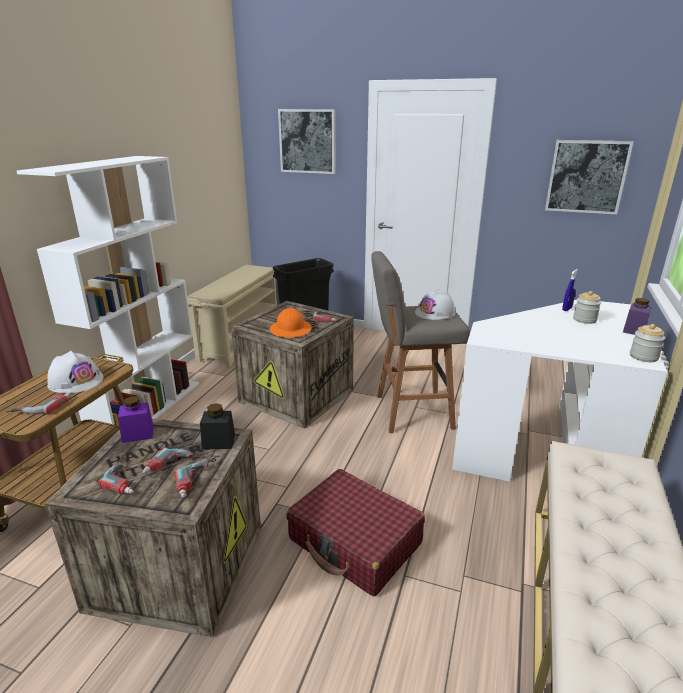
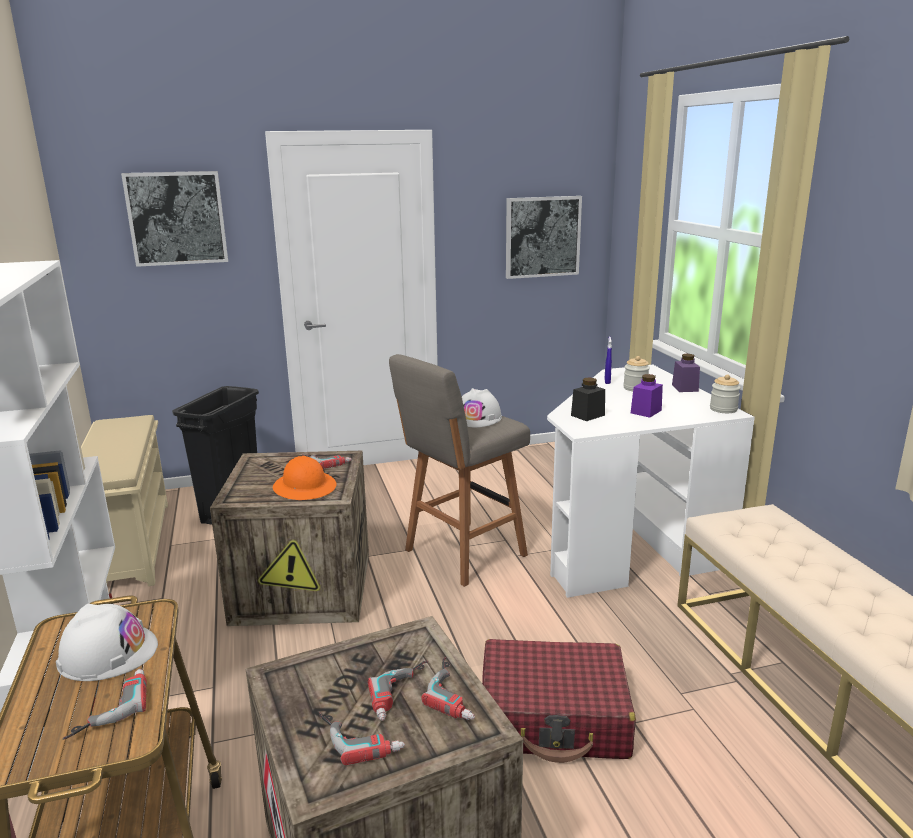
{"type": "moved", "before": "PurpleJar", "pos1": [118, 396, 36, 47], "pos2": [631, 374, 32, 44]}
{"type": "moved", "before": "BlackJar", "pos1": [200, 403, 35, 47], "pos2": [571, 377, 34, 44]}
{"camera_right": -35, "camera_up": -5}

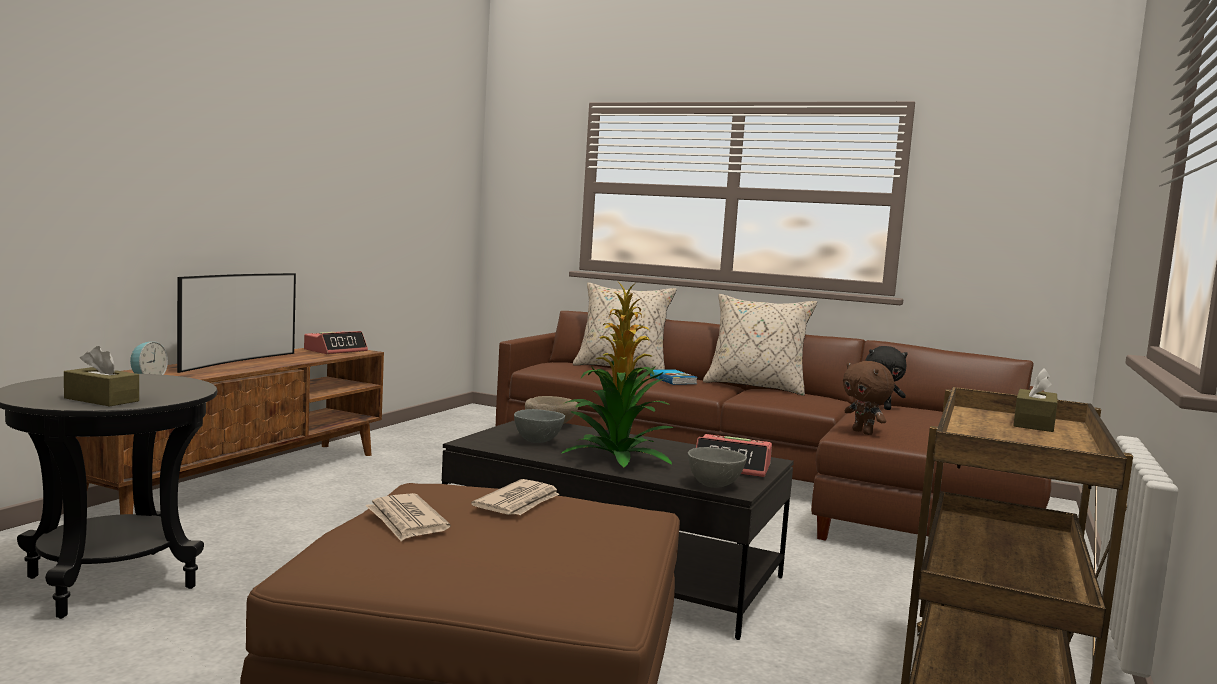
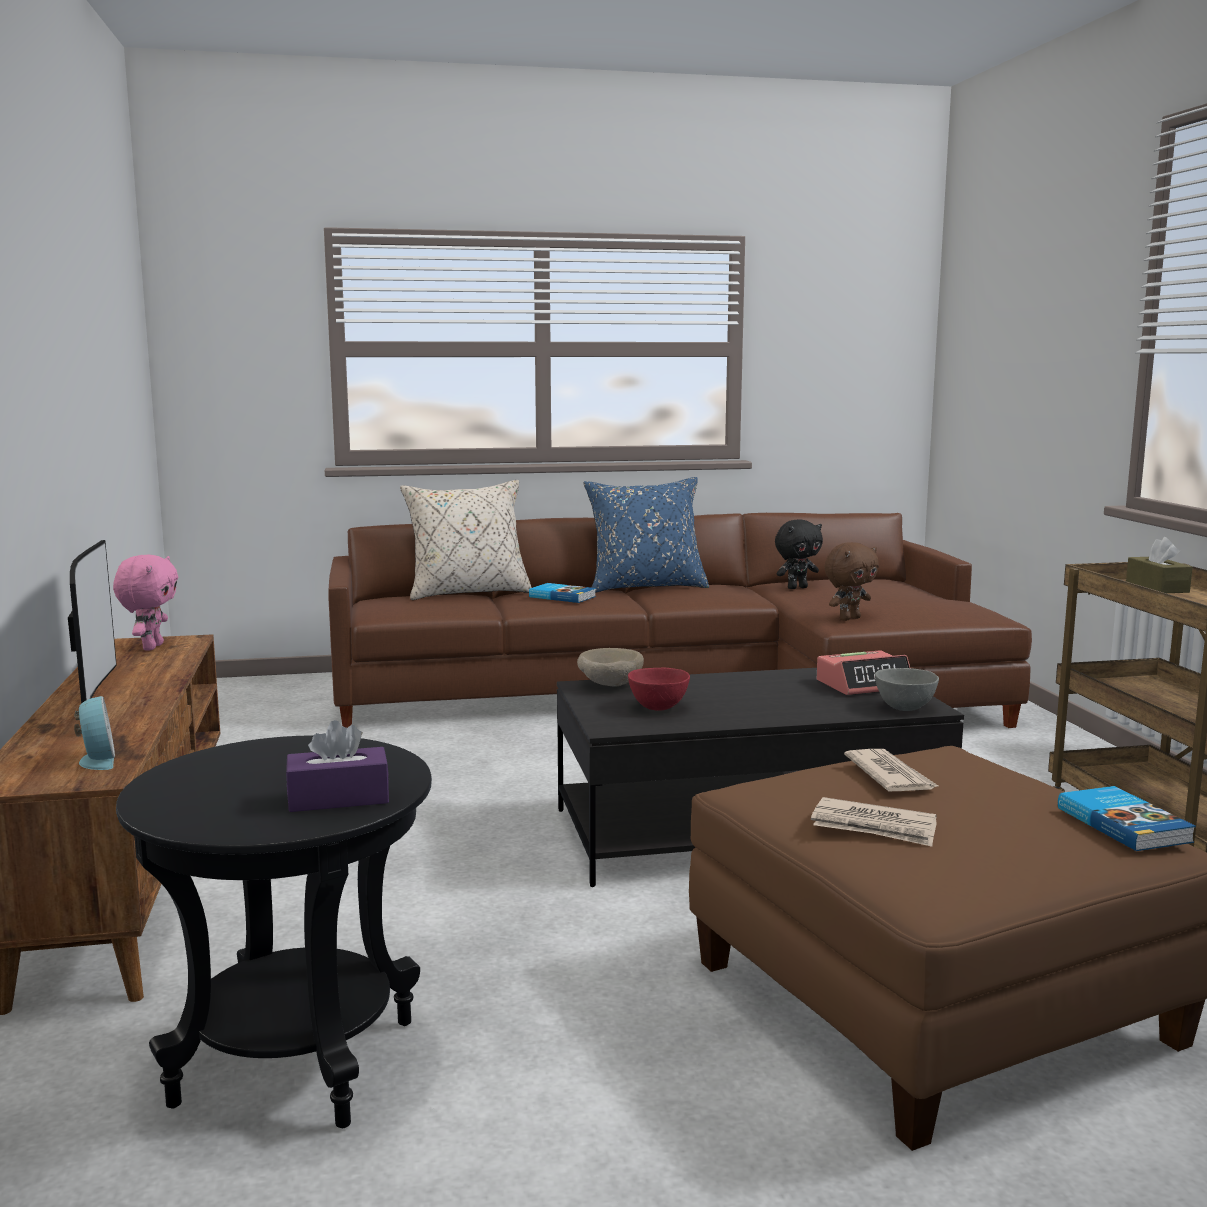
{"type": "removed", "before": "PottedPlant", "pos1": [561, 283, 113, 184]}
{"type": "recoloured", "before": "BeigePillow", "after": "BluePillow", "pos1": [703, 294, 114, 102], "pos2": [584, 477, 125, 116]}
{"type": "replaced", "before": "AlarmClock", "after": "PinkPlushToy", "pos1": [304, 331, 64, 23], "pos2": [113, 554, 65, 96]}
{"type": "recoloured", "before": "BrownTissueBox", "after": "PurpleTissueBox", "pos1": [64, 346, 75, 60], "pos2": [286, 720, 103, 92]}
{"type": "turned", "before": "BrownPlushToy", "pos1": [843, 361, 52, 74], "pos2": [825, 542, 54, 79], "turn": -60}
{"type": "recoloured", "before": "GreyBowl", "after": "RedBowl", "pos1": [514, 409, 51, 34], "pos2": [628, 668, 62, 43]}
{"type": "added", "after": "Book", "pos2": [1058, 786, 138, 65]}
{"camera_right": -35, "camera_up": 5}

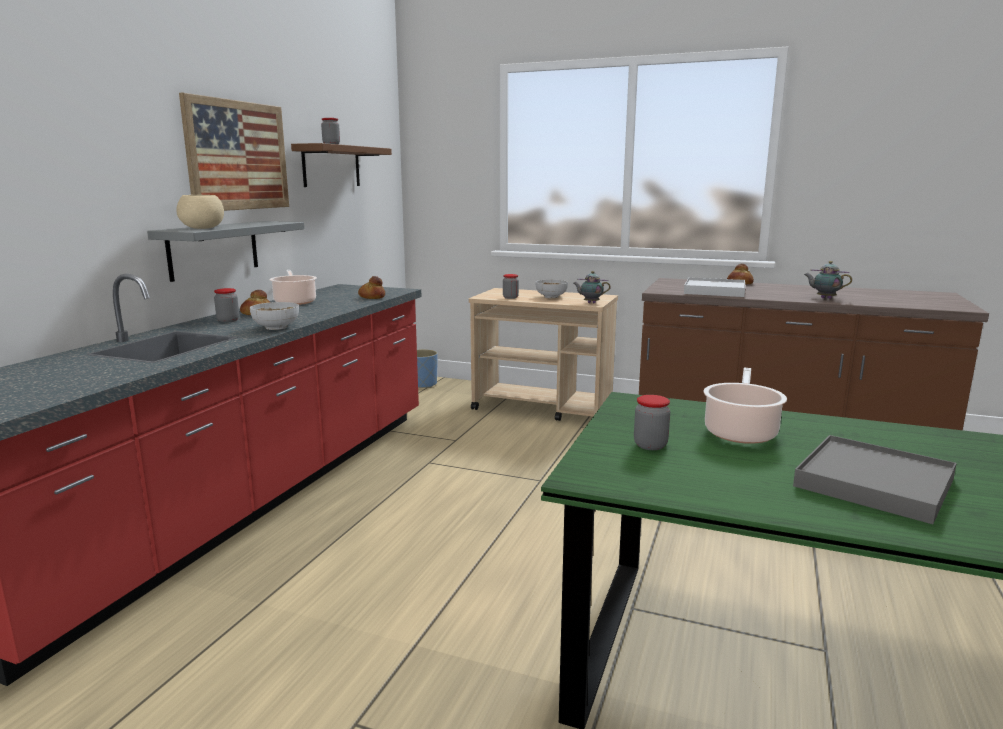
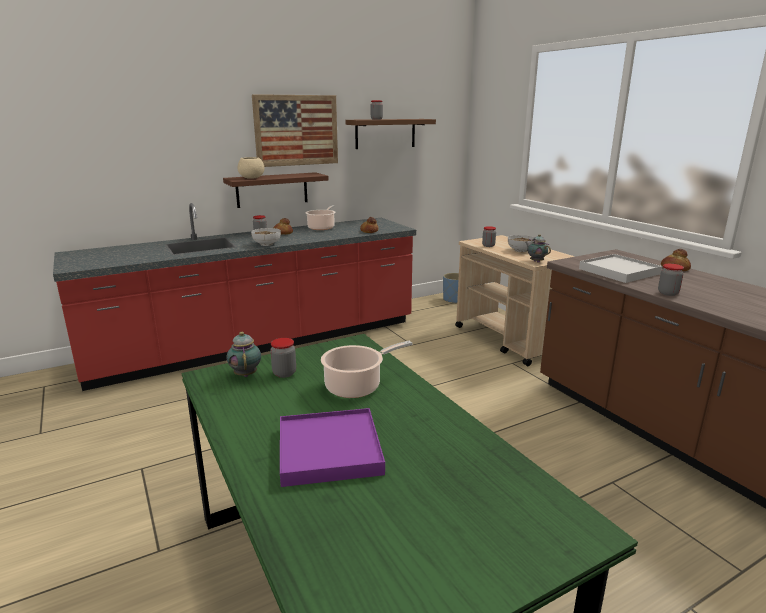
{"type": "recoloured", "before": "GreyShelf", "after": "BrownShelf", "pos1": [147, 221, 157, 61], "pos2": [223, 172, 106, 36]}
{"type": "moved", "before": "Teapot", "pos1": [804, 261, 48, 38], "pos2": [226, 332, 35, 45]}
{"type": "recoloured", "before": "GreyTray", "after": "PurpleTray", "pos1": [793, 435, 164, 89], "pos2": [280, 408, 105, 79]}
{"type": "added", "after": "Jar", "pos2": [658, 264, 26, 32]}
{"camera_right": 40, "camera_up": 5}

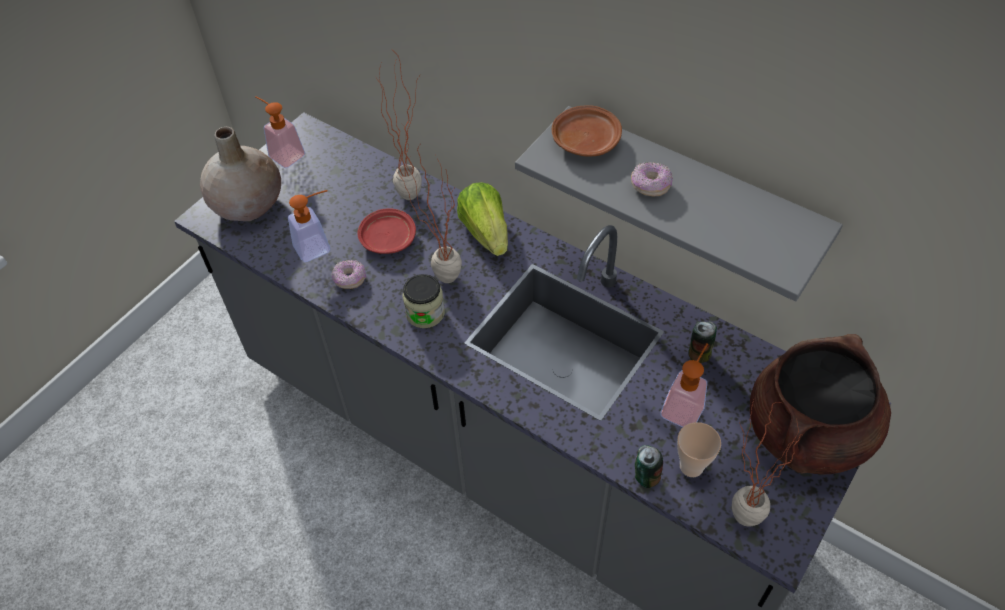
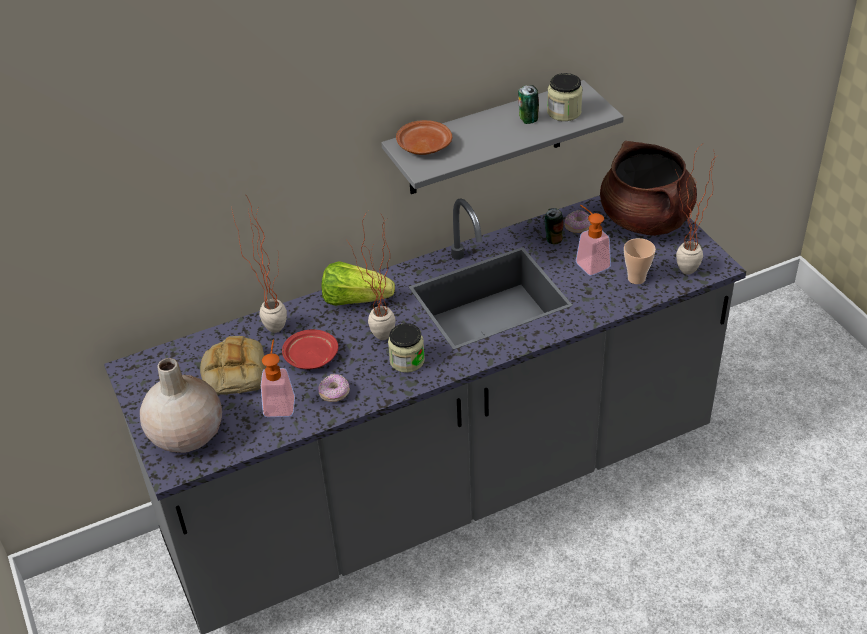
{"type": "removed", "before": "SoapDispenser", "pos1": [255, 96, 50, 72]}
{"type": "moved", "before": "Donut", "pos1": [631, 162, 42, 35], "pos2": [564, 210, 28, 23]}
{"type": "moved", "before": "Can", "pos1": [635, 445, 28, 43], "pos2": [518, 85, 21, 39]}
{"type": "added", "after": "Jar", "pos2": [547, 73, 36, 48]}
{"type": "added", "after": "Bread", "pos2": [200, 336, 66, 59]}
{"camera_right": -60, "camera_up": -10}

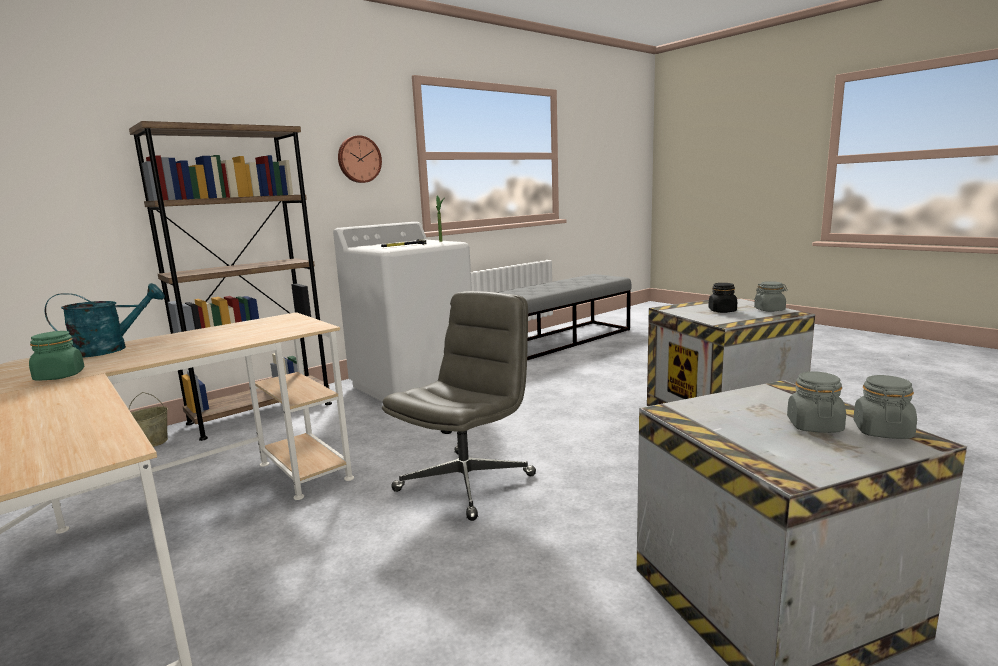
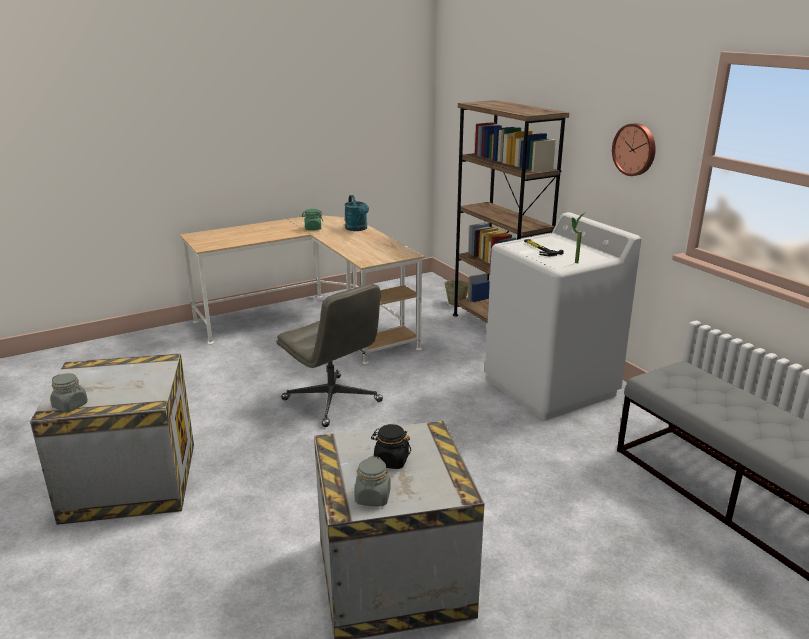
{"type": "removed", "before": "GreyJar", "pos1": [787, 371, 59, 62]}
{"camera_right": 100, "camera_up": 10}

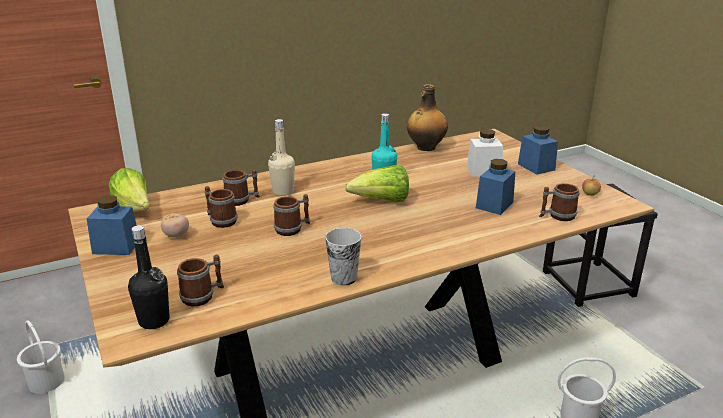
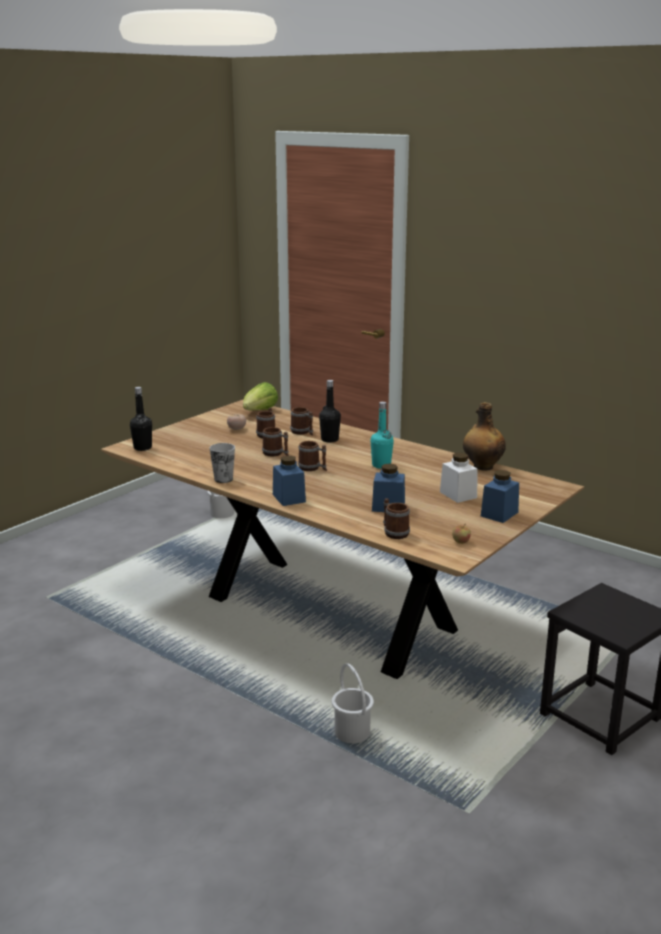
{"type": "recoloured", "before": "BeigeBottle", "after": "BlackBottle", "pos1": [268, 119, 27, 77], "pos2": [319, 380, 22, 63]}
{"type": "removed", "before": "Lettuce", "pos1": [345, 165, 64, 38]}
{"type": "moved", "before": "BlueJar", "pos1": [87, 195, 50, 60], "pos2": [273, 456, 33, 50]}
{"type": "moved", "before": "Mug", "pos1": [177, 255, 47, 51], "pos2": [298, 441, 29, 30]}
{"camera_right": 65, "camera_up": -5}

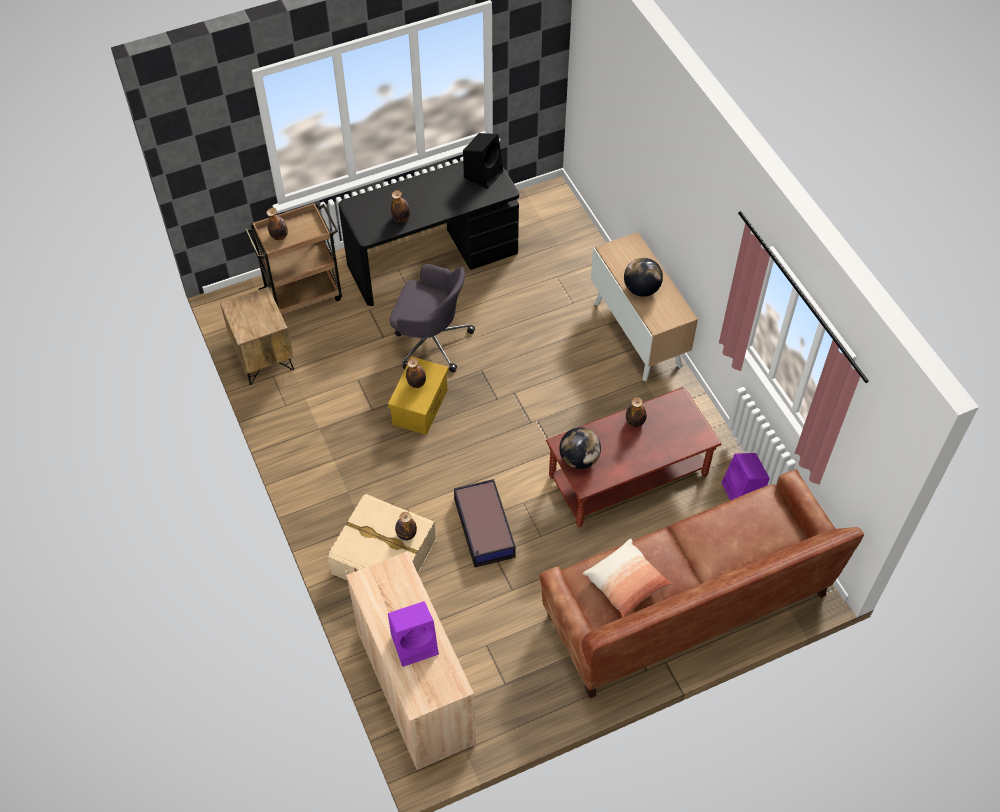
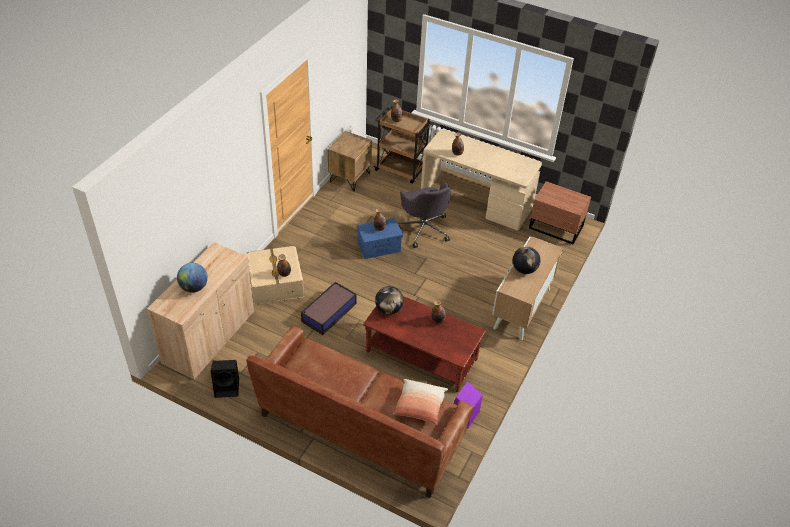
{"type": "moved", "before": "BlackSpeaker", "pos1": [463, 133, 40, 56], "pos2": [211, 360, 28, 38]}
{"type": "recoloured", "before": "BlackDesk", "after": "BeigeDesk", "pos1": [338, 161, 181, 145], "pos2": [421, 129, 121, 102]}
{"type": "recoloured", "before": "YellowStorageBox", "after": "BlueStorageBox", "pos1": [388, 356, 61, 79], "pos2": [357, 218, 46, 41]}
{"type": "moved", "before": "Pillow", "pos1": [583, 539, 89, 78], "pos2": [393, 379, 55, 46]}
{"type": "replaced", "before": "PurpleSpeaker", "after": "Globe", "pos1": [388, 601, 51, 66], "pos2": [177, 263, 31, 30]}
{"type": "added", "after": "BrownNightstand", "pos2": [529, 181, 62, 63]}
{"camera_right": 50, "camera_up": -10}

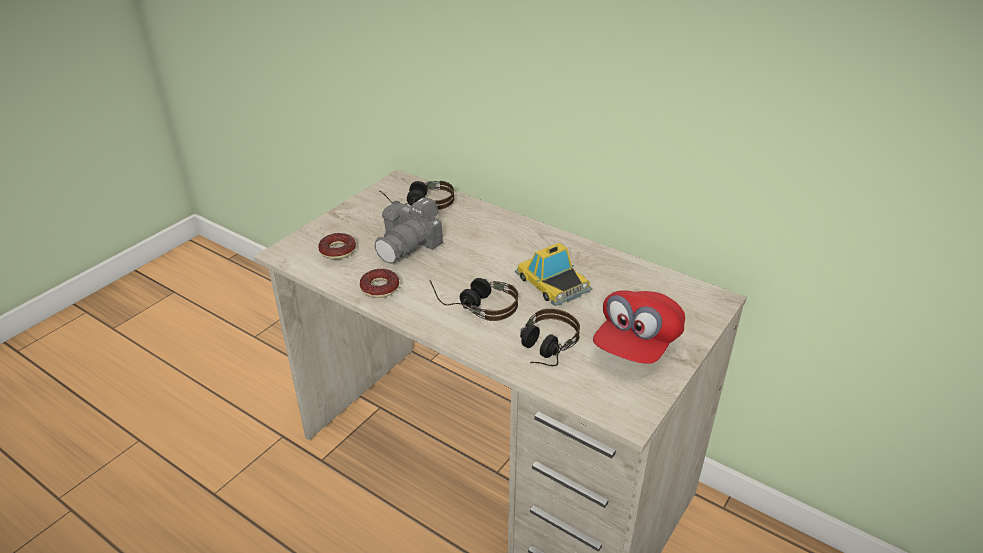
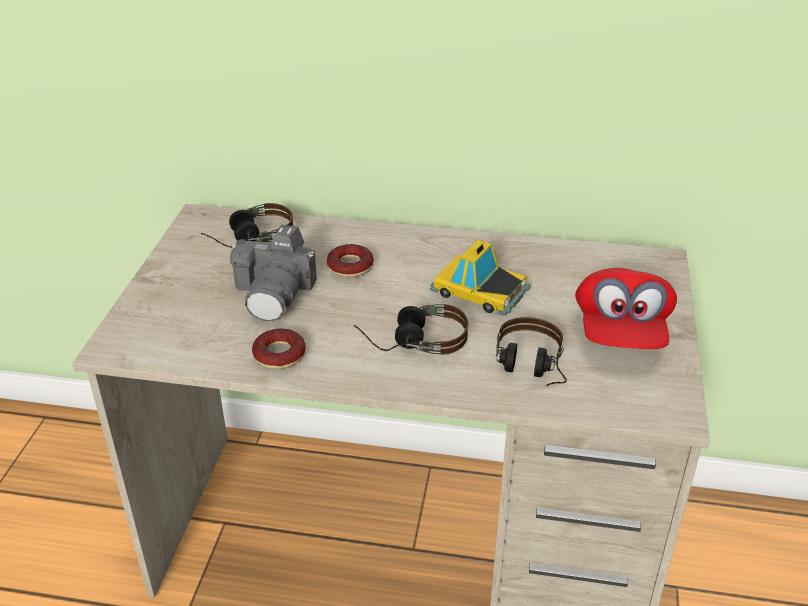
{"type": "moved", "before": "Donut", "pos1": [318, 233, 38, 26], "pos2": [327, 244, 47, 34]}
{"camera_right": -25, "camera_up": 0}

